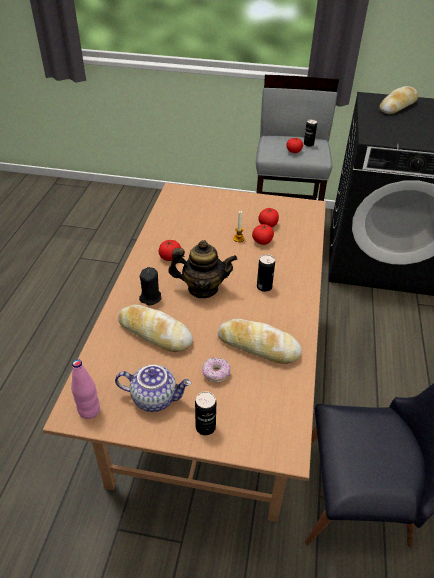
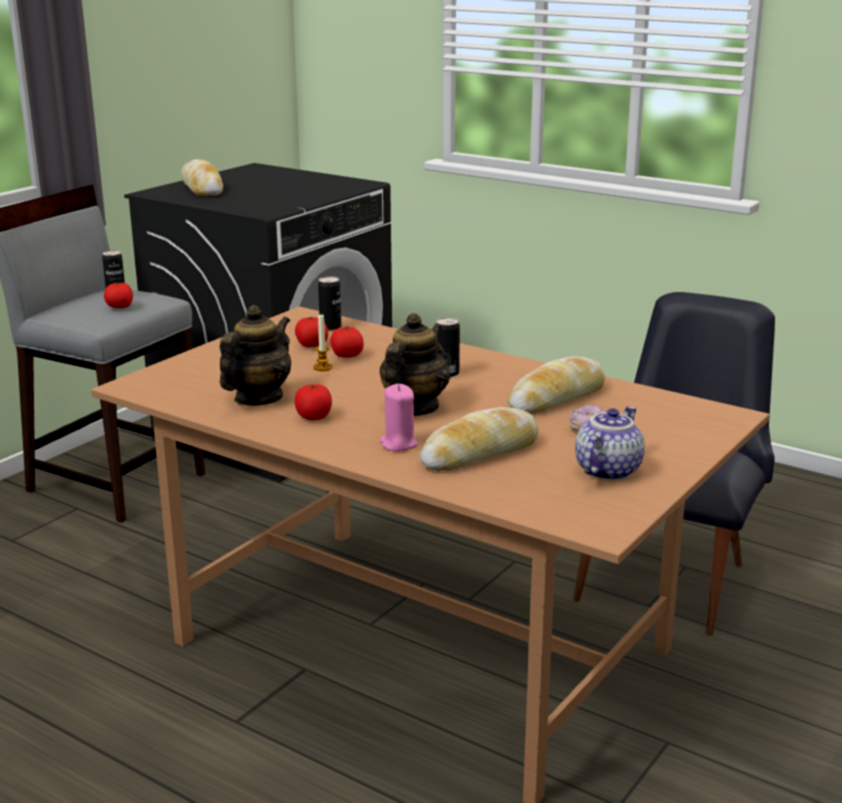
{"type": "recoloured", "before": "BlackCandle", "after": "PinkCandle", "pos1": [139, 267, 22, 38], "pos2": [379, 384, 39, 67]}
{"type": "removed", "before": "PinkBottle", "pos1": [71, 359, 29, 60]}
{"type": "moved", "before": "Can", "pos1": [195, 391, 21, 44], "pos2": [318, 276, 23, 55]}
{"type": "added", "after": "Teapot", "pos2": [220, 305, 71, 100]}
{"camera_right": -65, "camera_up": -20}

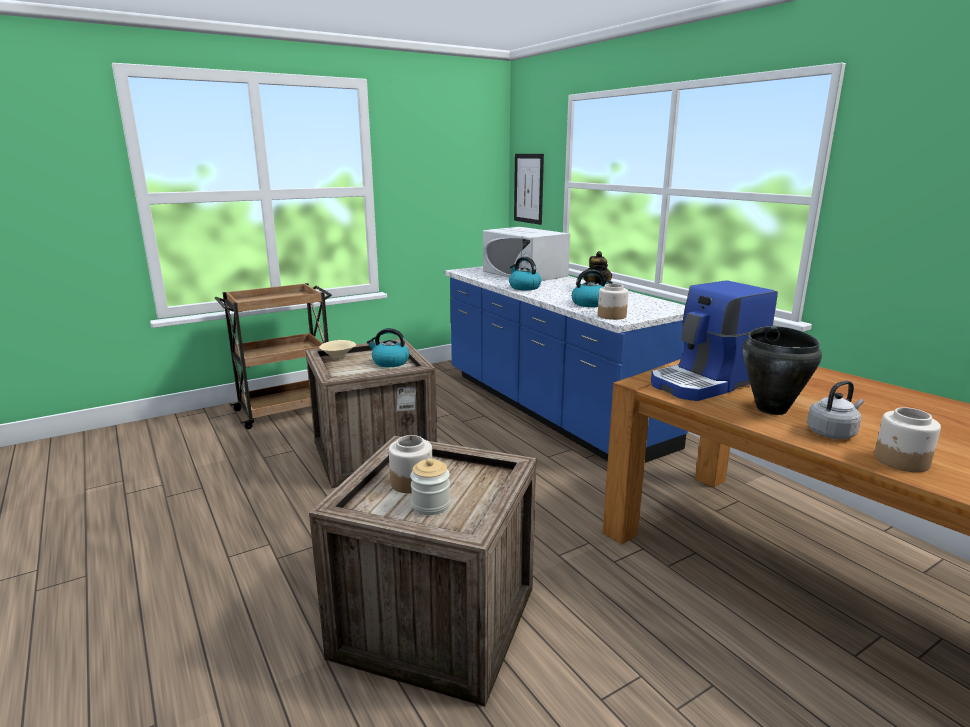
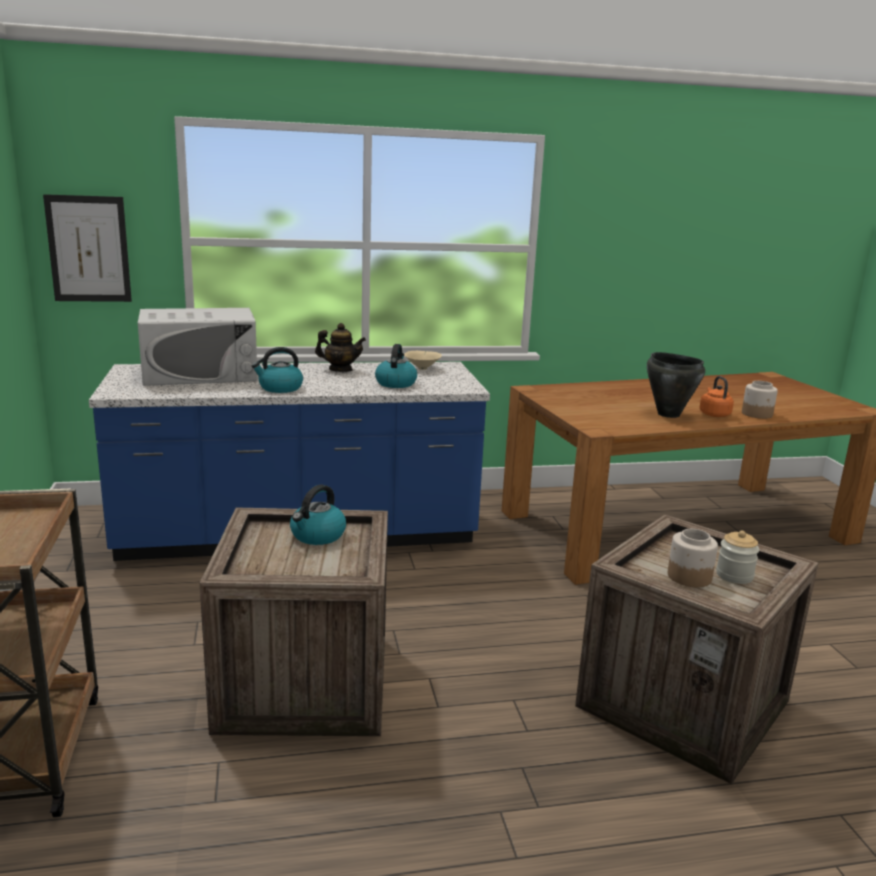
{"type": "removed", "before": "CoffeeMachine", "pos1": [651, 280, 127, 121]}
{"type": "removed", "before": "Jar", "pos1": [598, 284, 30, 36]}
{"type": "moved", "before": "BeigeBowl", "pos1": [319, 340, 37, 19], "pos2": [404, 351, 38, 19]}
{"type": "recoloured", "before": "GreyKettle", "after": "OrangeKettle", "pos1": [807, 380, 57, 59], "pos2": [700, 376, 34, 41]}
{"camera_right": -70, "camera_up": 0}

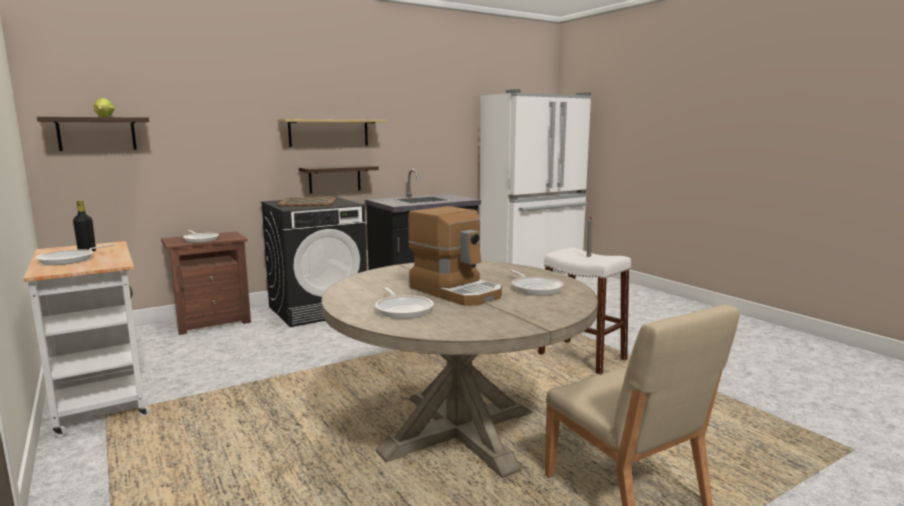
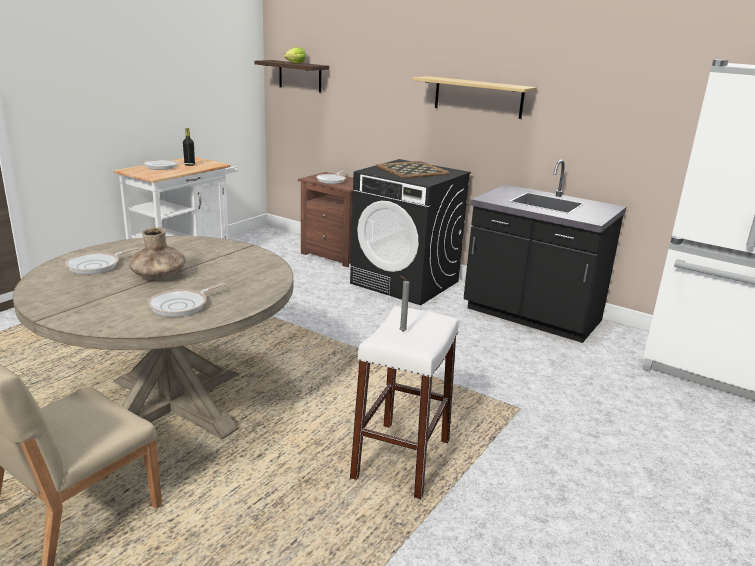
{"type": "removed", "before": "Shelf", "pos1": [299, 165, 80, 29]}
{"type": "replaced", "before": "CoffeeMachine", "after": "BrownVase", "pos1": [408, 206, 94, 100], "pos2": [129, 227, 57, 53]}
{"camera_right": 65, "camera_up": 10}

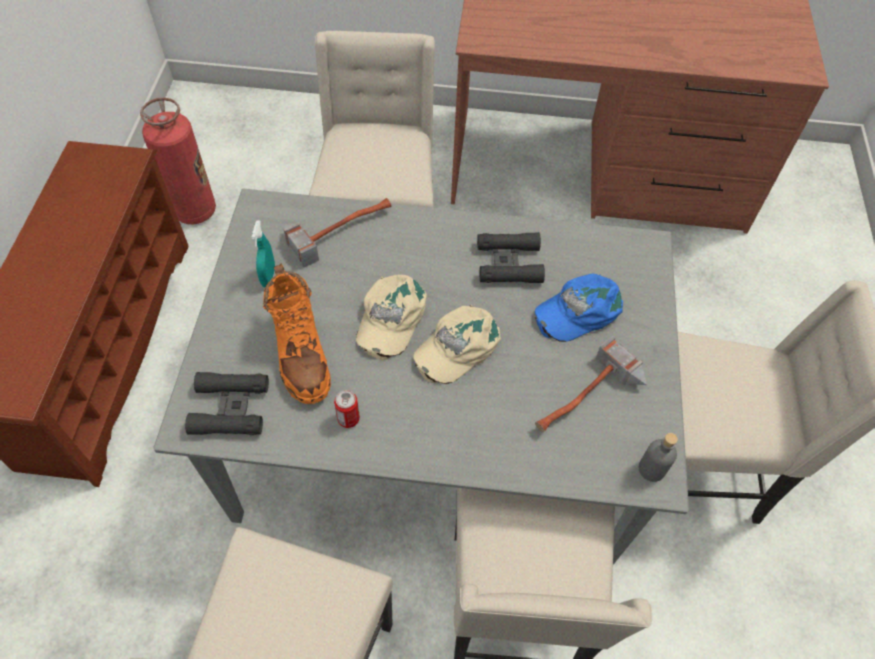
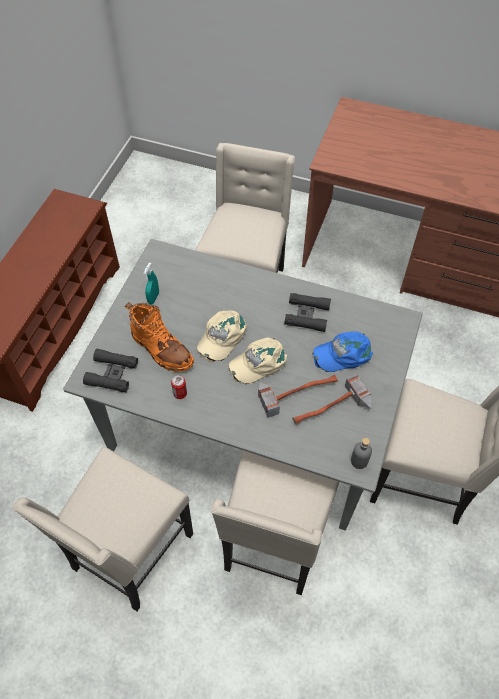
{"type": "removed", "before": "FireExtinguisher", "pos1": [140, 98, 76, 126]}
{"type": "moved", "before": "Hammer", "pos1": [283, 198, 109, 70], "pos2": [258, 375, 80, 43]}
{"type": "turned", "before": "OrangeBoot", "pos1": [263, 264, 68, 140], "pos2": [125, 302, 69, 70], "turn": -45}
{"camera_right": 15, "camera_up": 0}

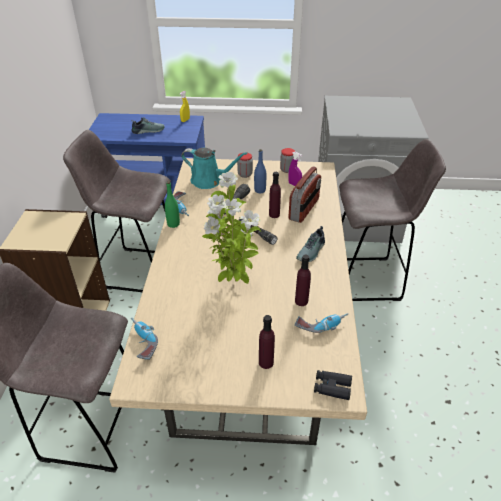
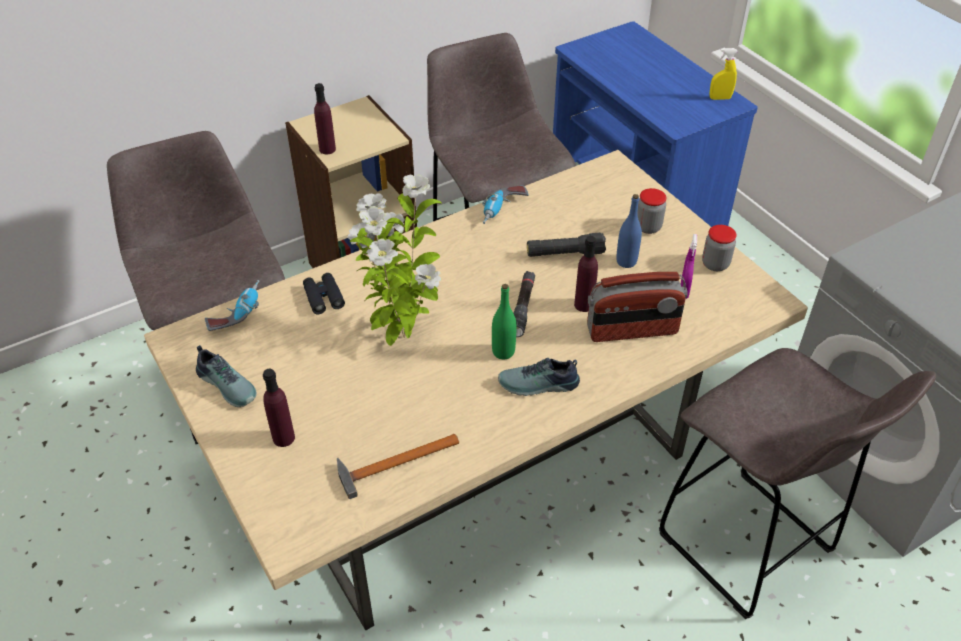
{"type": "moved", "before": "Shoe", "pos1": [131, 117, 34, 17], "pos2": [196, 345, 61, 62]}
{"type": "removed", "before": "TurquoiseWateringCan", "pos1": [181, 148, 67, 41]}
{"type": "moved", "before": "GreenBottle", "pos1": [165, 181, 15, 47], "pos2": [492, 284, 24, 75]}
{"type": "moved", "before": "PurpleBottle", "pos1": [295, 255, 16, 51], "pos2": [314, 83, 22, 71]}
{"type": "replaced", "before": "PowerDrill", "after": "Hammer", "pos1": [295, 313, 53, 20], "pos2": [337, 434, 122, 65]}
{"type": "moved", "before": "BlackBinoculars", "pos1": [314, 370, 38, 30], "pos2": [303, 273, 42, 41]}
{"camera_right": 55, "camera_up": 5}

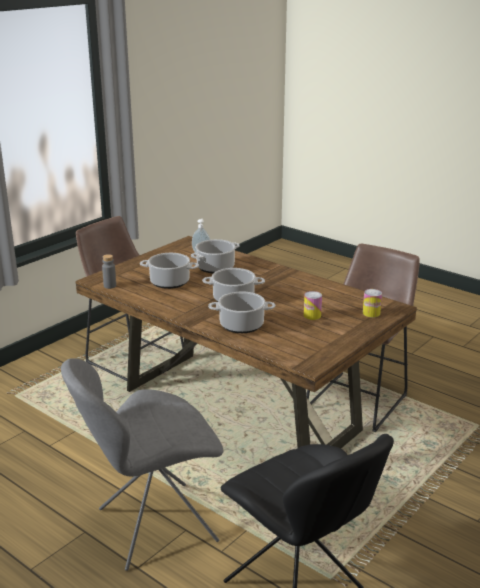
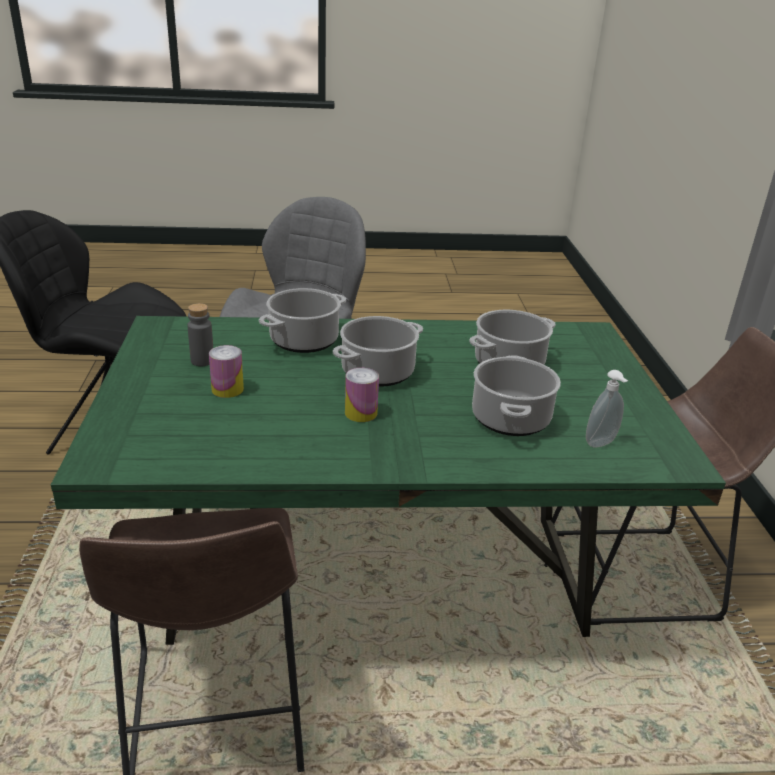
{"type": "recoloured", "before": "BrownDiningTable", "after": "GreenDiningTable", "pos1": [75, 236, 342, 212], "pos2": [51, 316, 675, 329]}
{"type": "moved", "before": "GreyBottle", "pos1": [102, 254, 14, 35], "pos2": [187, 303, 26, 63]}
{"type": "moved", "before": "Can", "pos1": [363, 289, 19, 29], "pos2": [345, 368, 34, 54]}
{"camera_right": 135, "camera_up": 5}

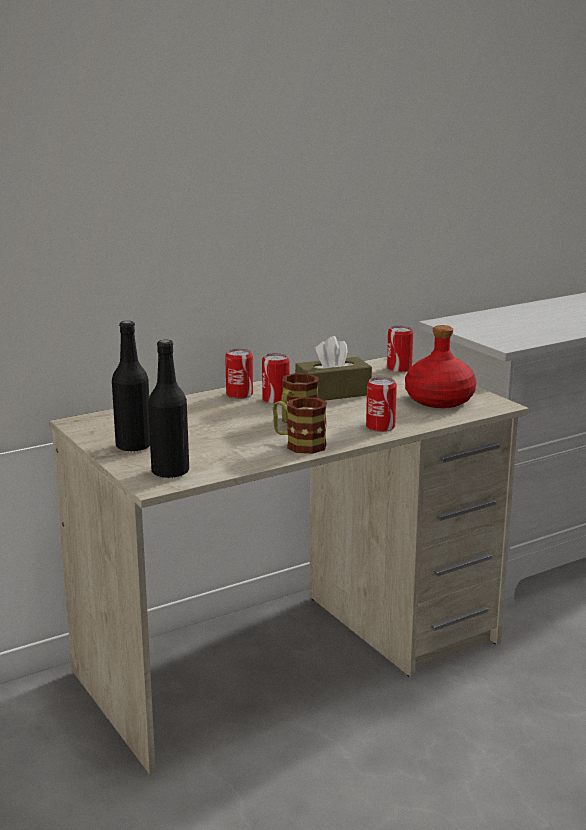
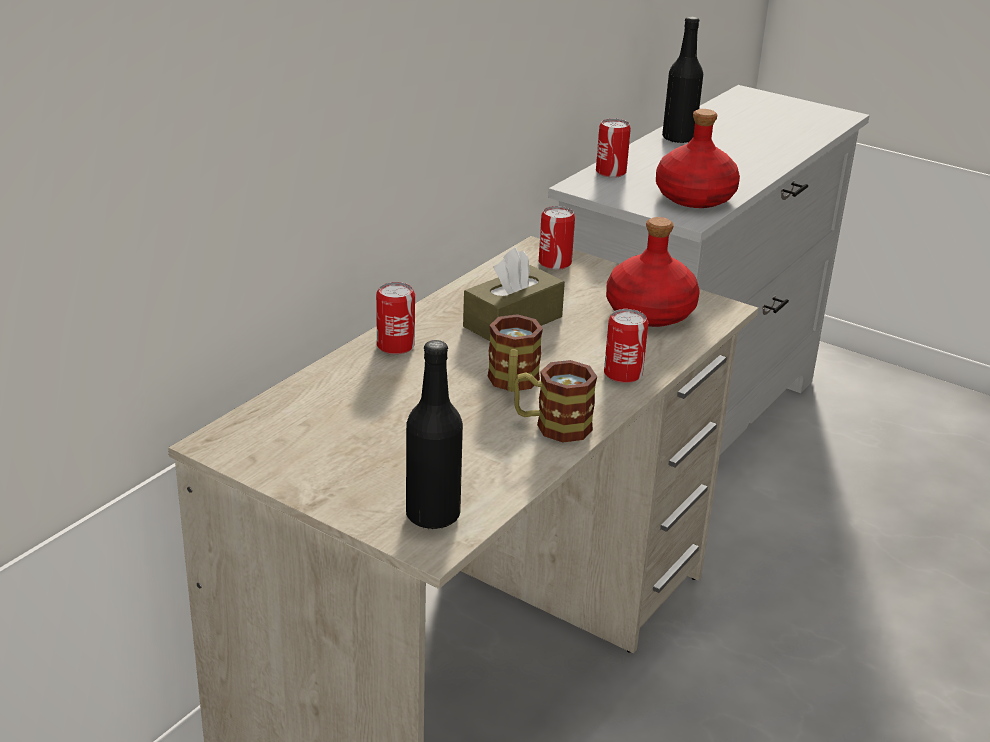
{"type": "moved", "before": "BlackBottle", "pos1": [112, 321, 38, 131], "pos2": [662, 16, 41, 127]}
{"type": "moved", "before": "Can", "pos1": [262, 353, 28, 51], "pos2": [596, 118, 35, 60]}
{"type": "added", "after": "RedBottle", "pos2": [656, 109, 84, 99]}
{"camera_right": -25, "camera_up": 10}

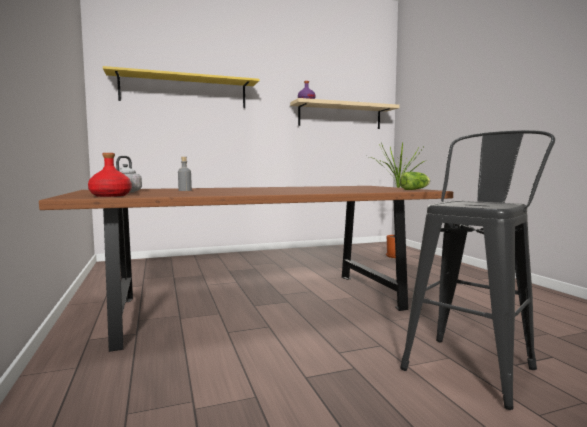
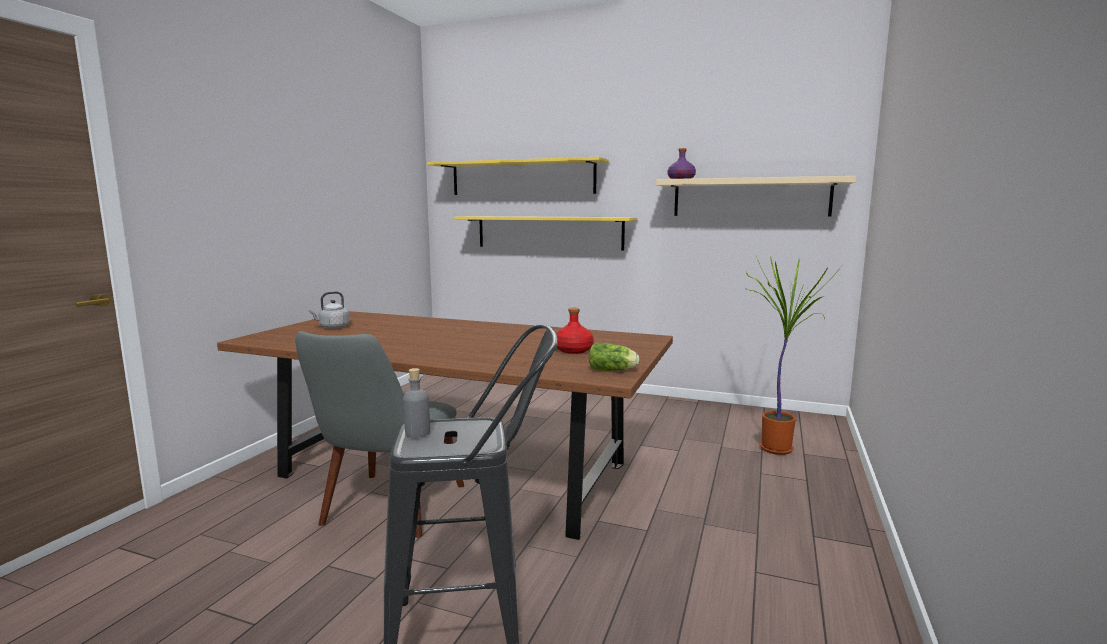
{"type": "moved", "before": "RedBottle", "pos1": [88, 153, 44, 44], "pos2": [556, 308, 38, 46]}
{"type": "moved", "before": "GreyBottle", "pos1": [178, 157, 14, 34], "pos2": [403, 368, 27, 70]}
{"type": "added", "after": "YellowShelf", "pos2": [454, 216, 183, 35]}
{"type": "added", "after": "GreyChair", "pos2": [295, 331, 169, 207]}
{"camera_right": 40, "camera_up": 5}

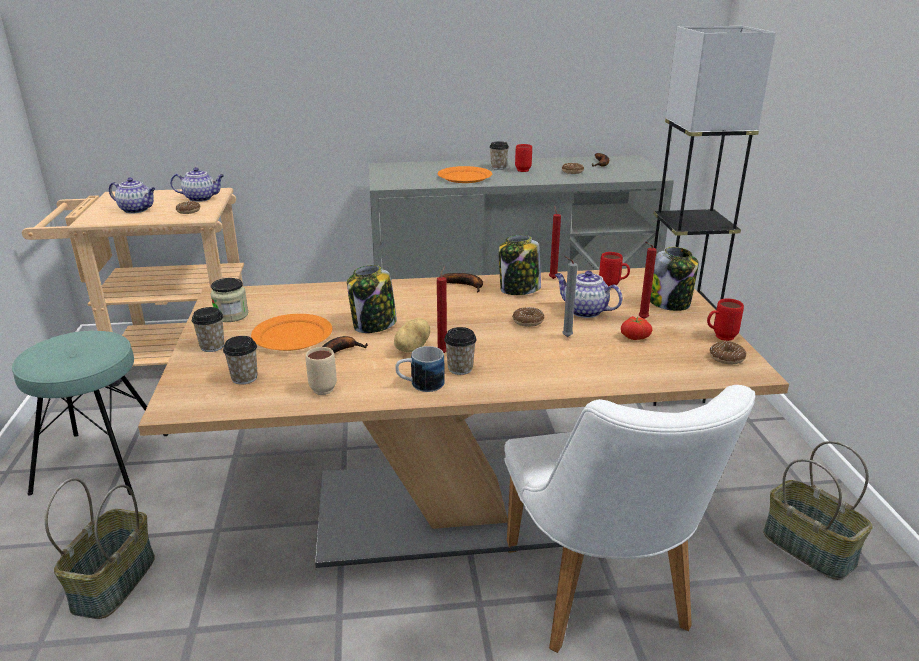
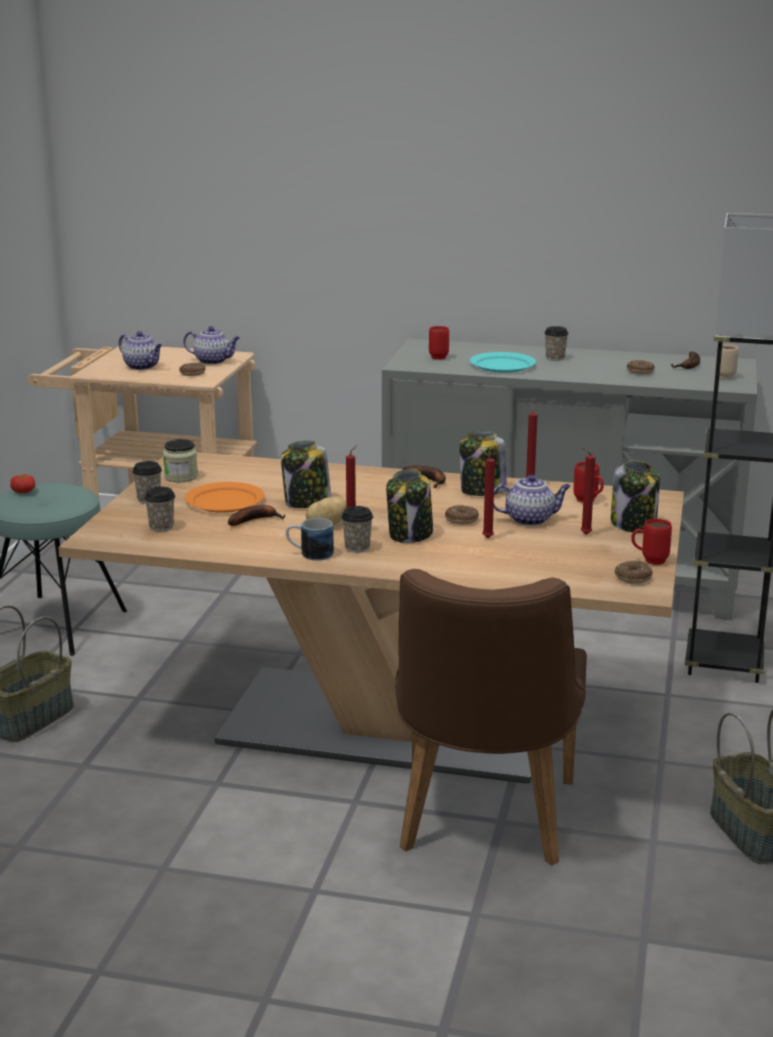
{"type": "moved", "before": "RedMug", "pos1": [515, 144, 17, 28], "pos2": [429, 326, 20, 34]}
{"type": "recoloured", "before": "OrangePlate", "after": "TurquoisePlate", "pos1": [438, 166, 54, 17], "pos2": [470, 352, 66, 21]}
{"type": "recoloured", "before": "GreyCandle", "after": "RedCandle", "pos1": [562, 256, 15, 81], "pos2": [481, 450, 14, 88]}
{"type": "turned", "before": "Teapot", "pos1": [555, 271, 67, 47], "pos2": [494, 475, 77, 51], "turn": 120}
{"type": "moved", "before": "Tomato", "pos1": [621, 316, 32, 24], "pos2": [10, 474, 25, 19]}
{"type": "moved", "before": "BeigeMug", "pos1": [306, 347, 31, 48], "pos2": [715, 344, 24, 35]}
{"type": "recoloured", "before": "WhiteChair", "after": "BrownChair", "pos1": [504, 385, 251, 268], "pos2": [395, 569, 192, 297]}
{"type": "added", "after": "Jar", "pos2": [386, 469, 47, 74]}
{"camera_right": 20, "camera_up": -5}

